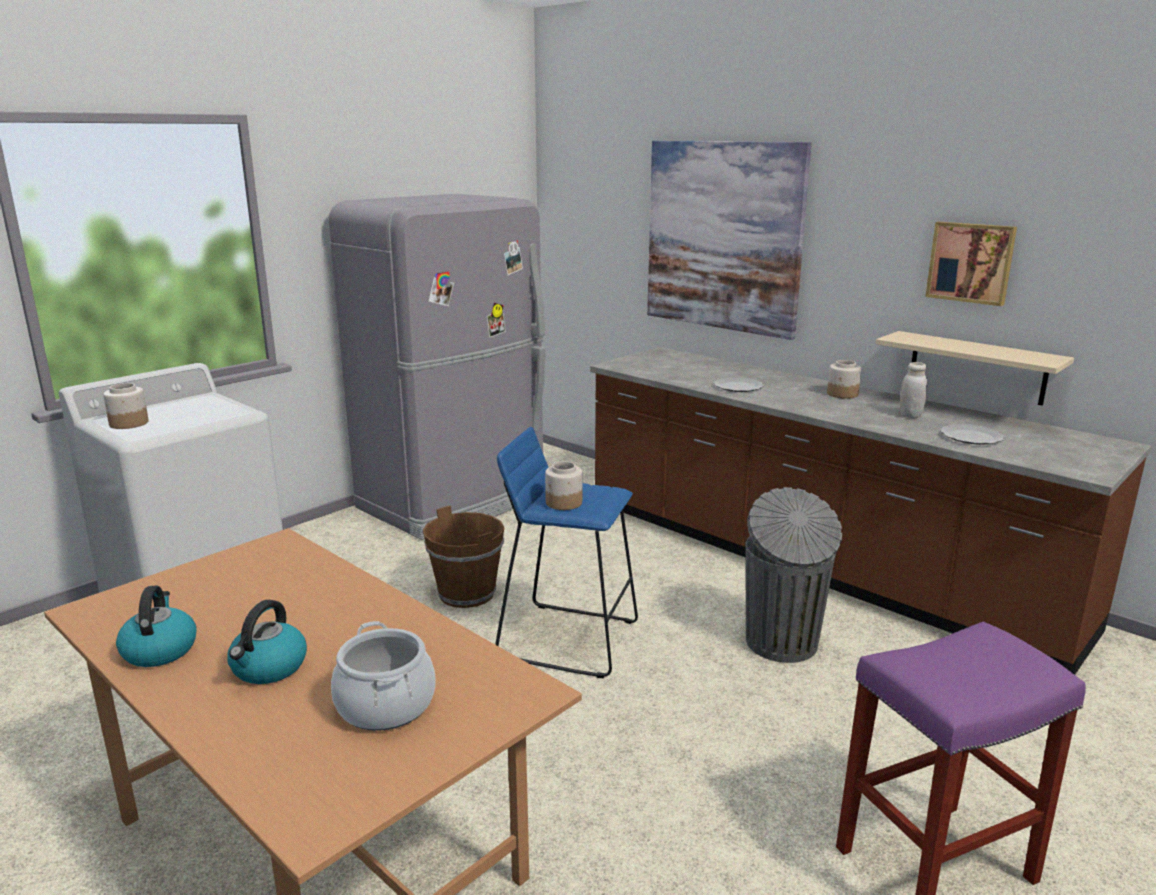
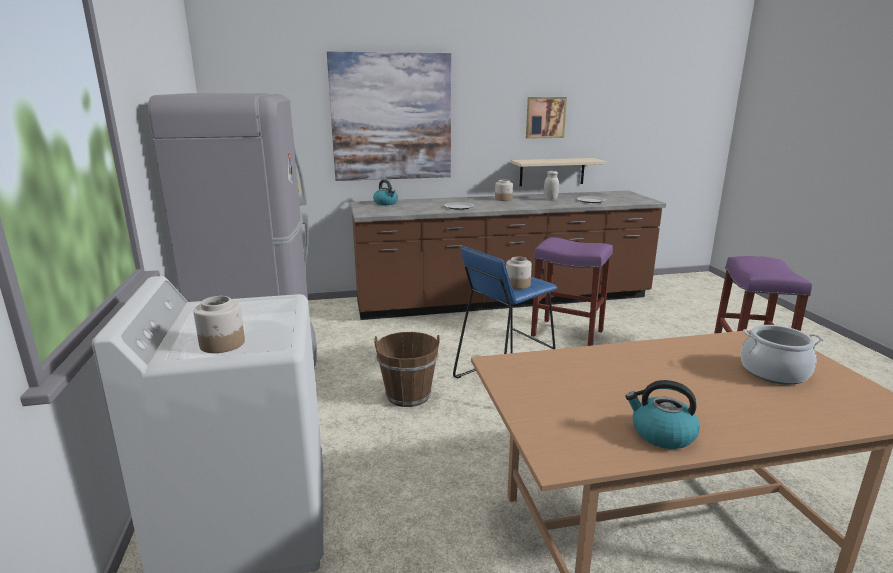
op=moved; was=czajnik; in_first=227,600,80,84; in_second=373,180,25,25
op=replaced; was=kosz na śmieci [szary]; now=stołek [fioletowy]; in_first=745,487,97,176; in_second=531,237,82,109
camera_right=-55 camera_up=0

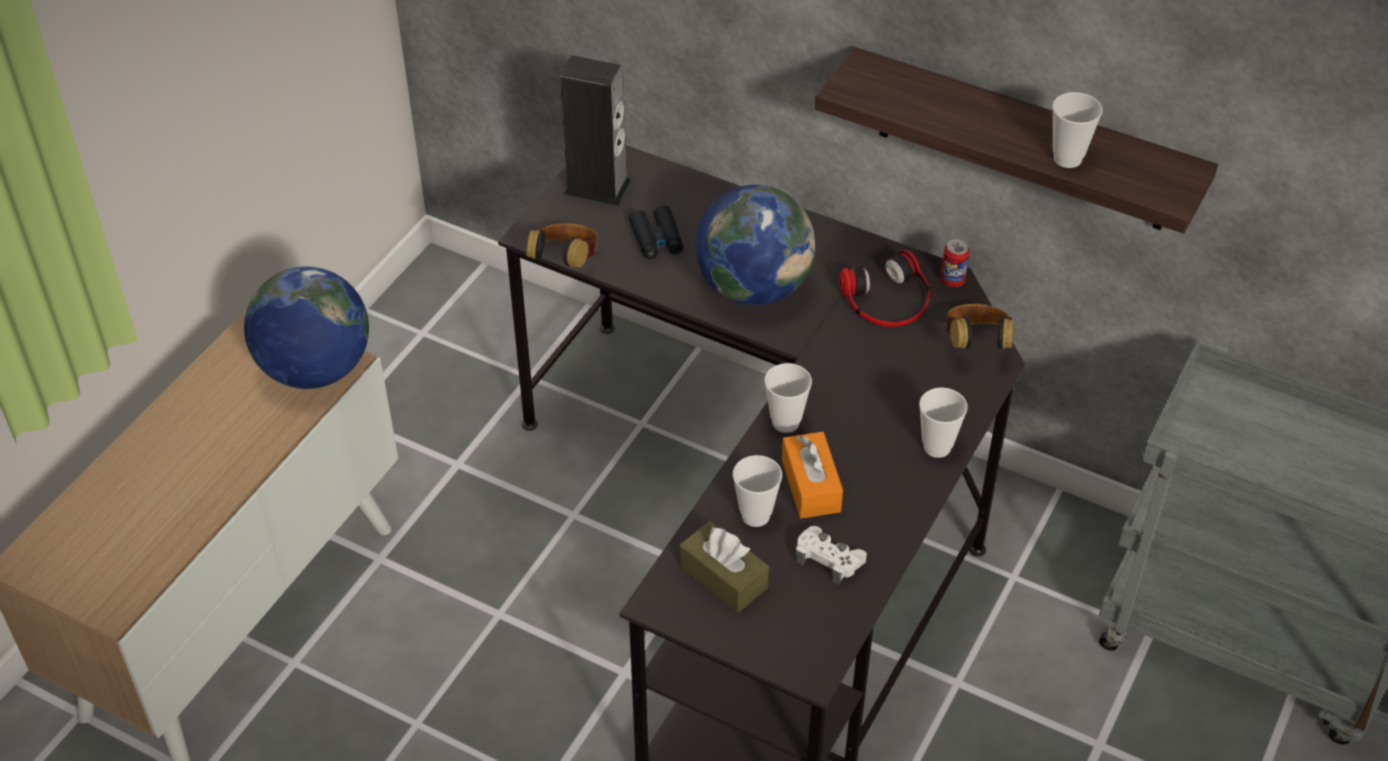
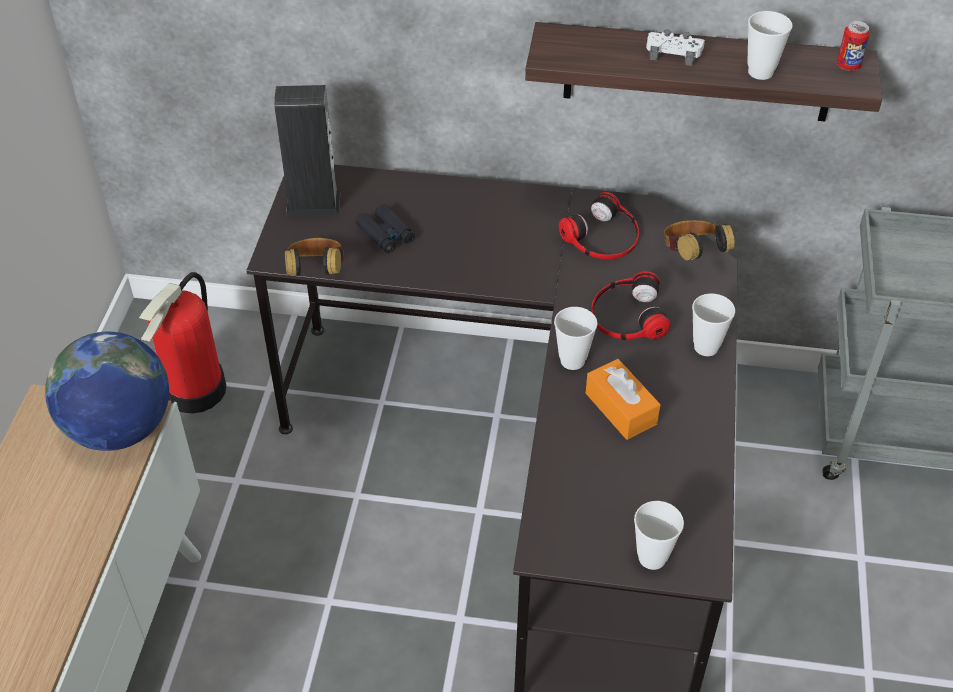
op=removed; was=pudełko chusteczek [brązowy]; in_first=679,521,90,92
op=removed; was=globus; in_first=695,185,120,120
op=added; now=gaśnica; in_second=139,272,87,142
op=added; now=słuchawki; in_second=591,271,80,69
op=moved; was=filiżanka; in_first=733,455,49,72; in_second=634,501,50,69
op=moved; was=pad do gier [biały]; in_first=795,526,72,59; in_second=646,29,59,37
op=moved; was=puszka; in_first=941,239,28,48; in_second=837,21,33,50
camera_right=-20 camera_up=0

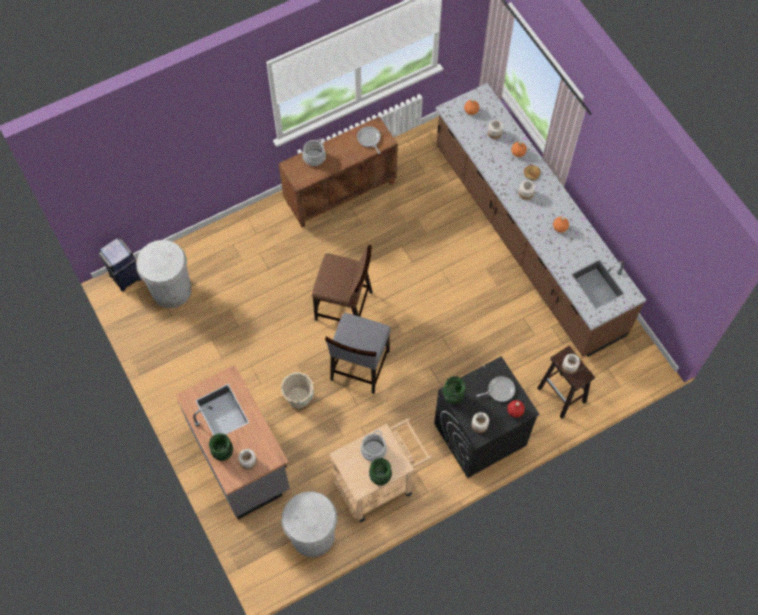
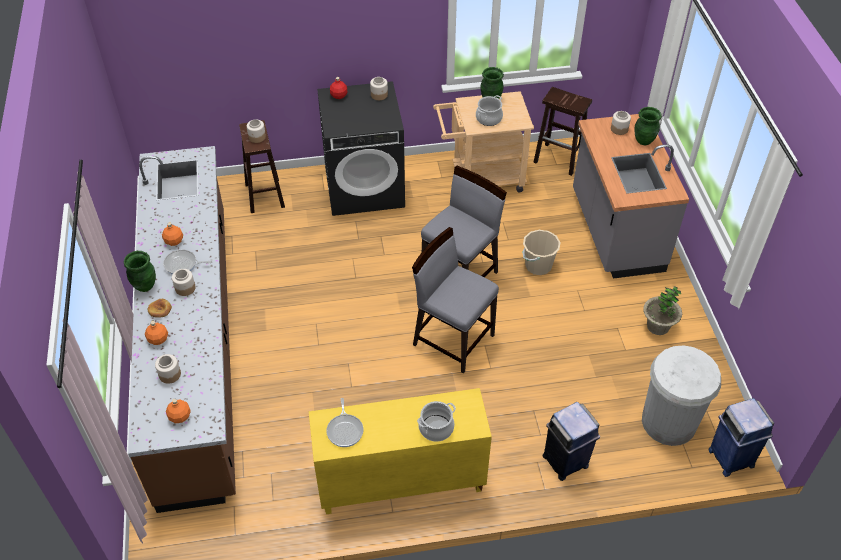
op=added; now=kosz na śmieci [niebieski]; in_second=543,402,57,79
op=added; now=roślina doniczkowa; in_second=643,286,39,49
op=moved; was=wazon [zielony]; in_first=443,376,23,28; in_second=123,251,33,41
op=moved; was=patelnia; in_first=476,376,39,26; in_second=163,250,49,25
op=replaced; was=kosz na śmieci [biały]; now=stołek [brązowy]; in_first=282,492,55,65; in_second=533,87,59,89
op=recoloured; was=szafka [brązowy]; now=szafka [żółty]; in_first=279,117,119,110; in_second=309,388,183,126
op=recoloured; was=krzesło [brązowy]; now=krzesło [szary]; in_first=312,245,61,76; in_second=412,227,87,147
camera_right=-160 camera_up=-15

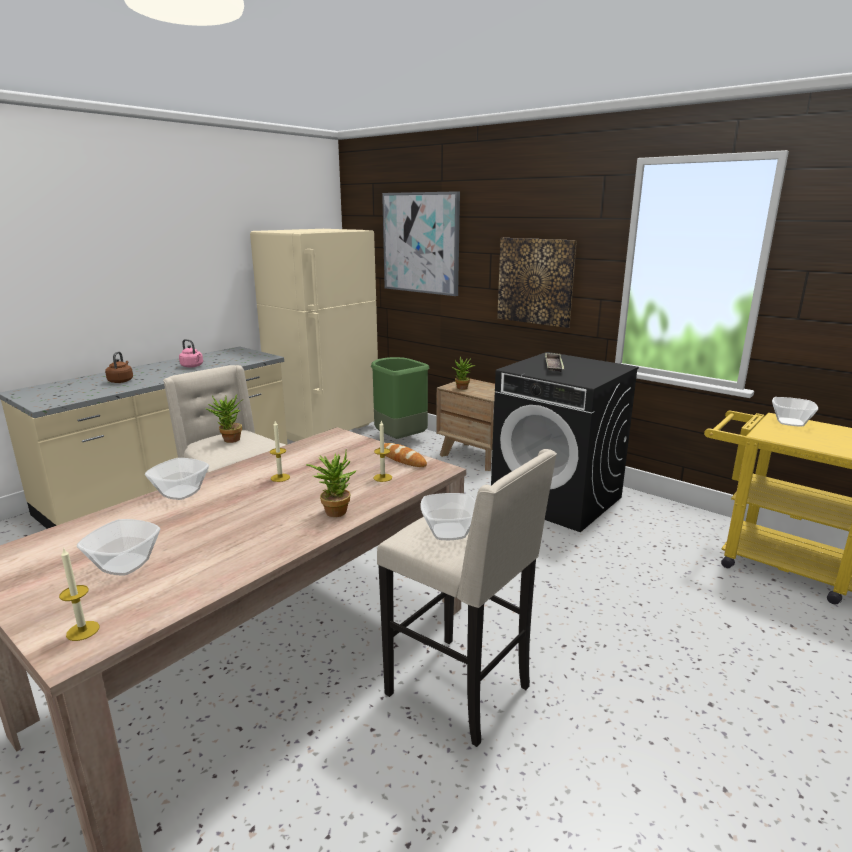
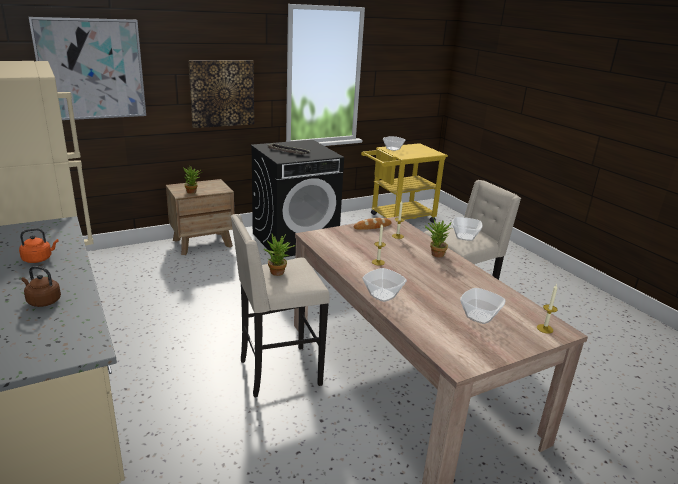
op=removed; was=kosz na śmieci [zielony]; in_first=371,357,59,82
op=recoloured; was=czajnik [różowy]; now=czajnik [pomarańczowy]; in_first=179,339,24,29; in_second=19,228,40,35
camera_right=-70 camera_up=5

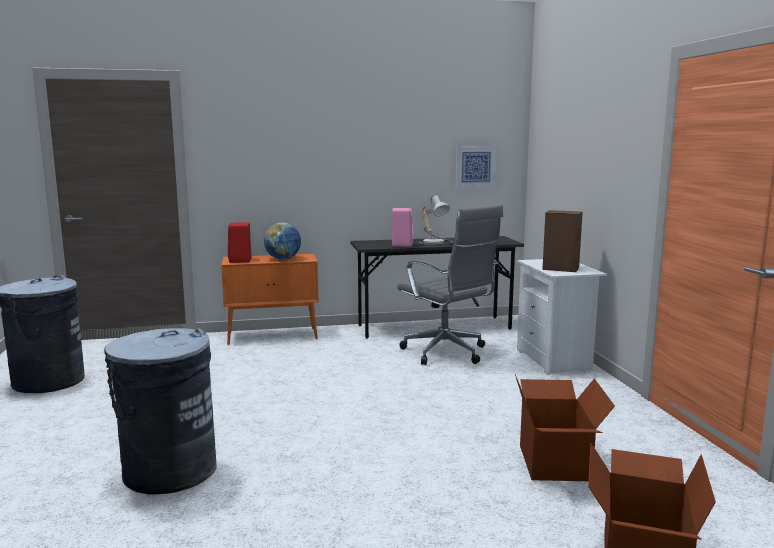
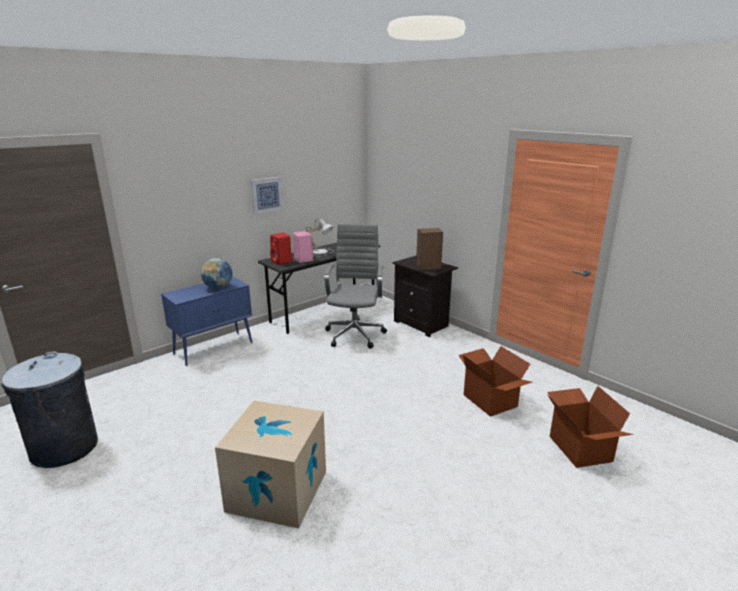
op=moved; was=głośnik [czerwony]; in_first=228,222,24,41; in_second=270,233,22,32
op=moved; was=obraz; in_first=456,146,40,42; in_second=250,177,34,38
op=replaced; was=kosz na śmieci [szary]; now=karton; in_first=104,328,113,166; in_second=215,401,111,127
op=recoloured; was=szafka [pomarańczowy]; now=szafka [niebieski]; in_first=221,254,97,91; in_second=161,276,92,90
op=recoloured; was=szafka nocna [biały]; now=szafka nocna [czarny]; in_first=517,259,90,116; in_second=392,255,66,82
op=turned; was=krzesło biurowe [szary]; in_first=397,205,106,160; in_second=324,224,63,125; clockwise=-105
camera_right=-30 camera_up=10

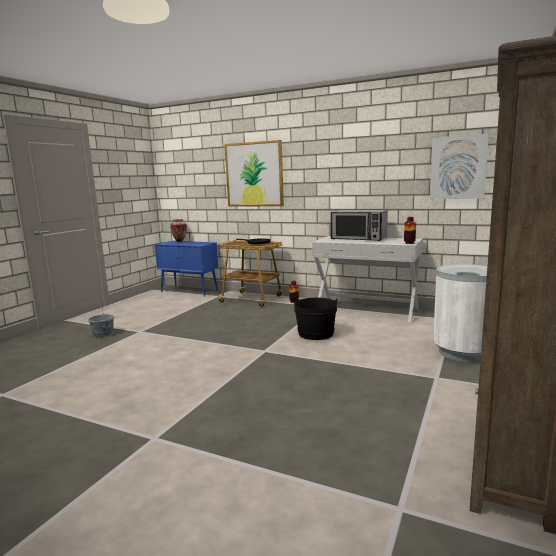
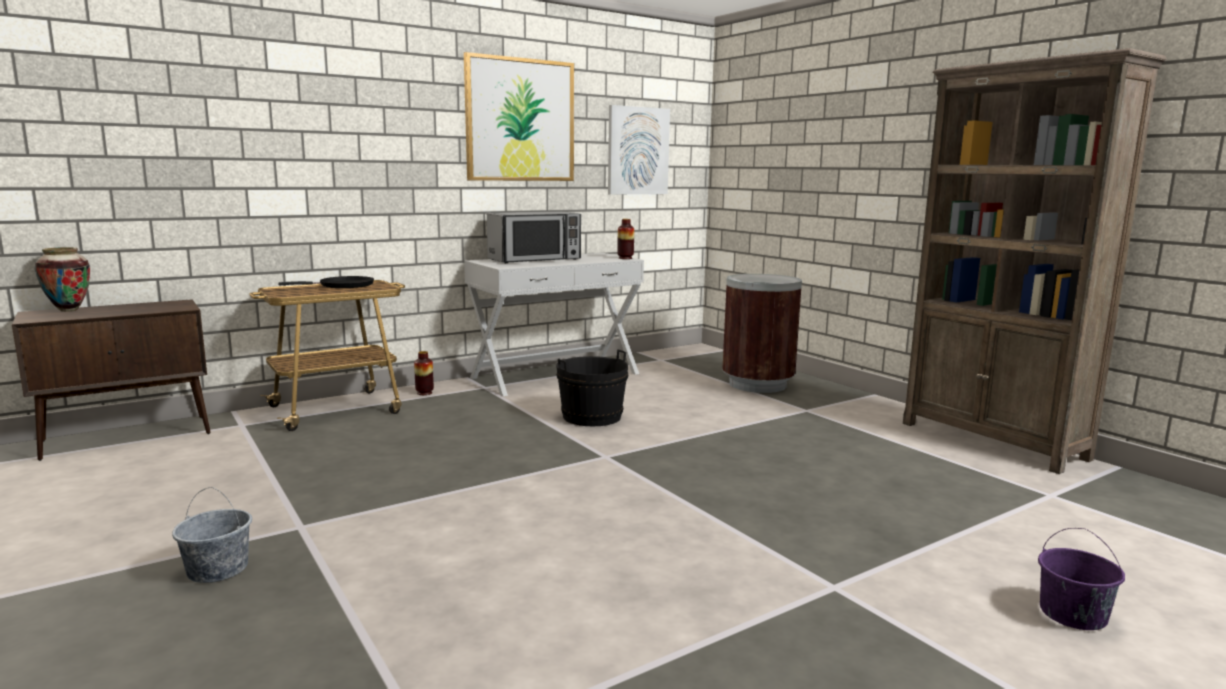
op=added; now=wiadro [fioletowy]; in_second=1038,528,87,102
op=moved; was=obraz; in_first=225,140,59,67; in_second=464,52,110,129
op=recoloured; was=szafka [niebieski]; now=szafka [brązowy]; in_first=155,241,63,55; in_second=12,299,199,162
op=recoloured; was=kosz na śmieci [biały]; now=kosz na śmieci [brązowy]; in_first=433,264,54,98; in_second=722,274,80,119
camera_right=-60 camera_up=0

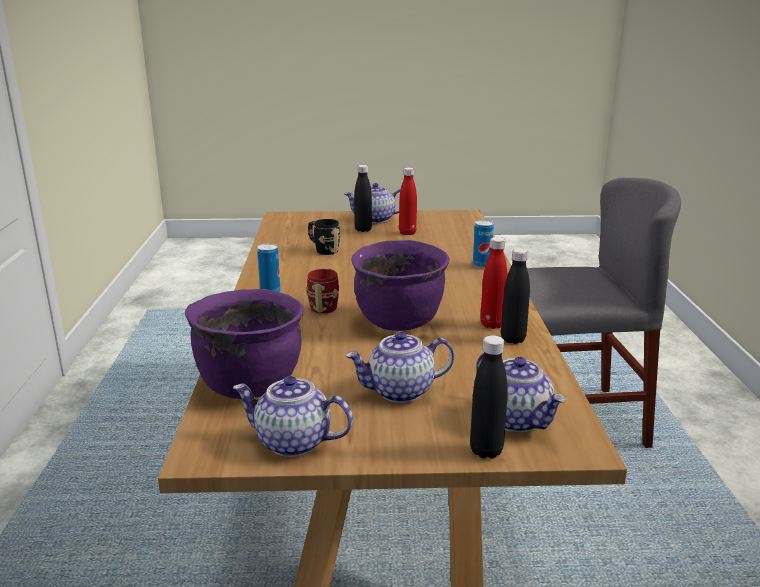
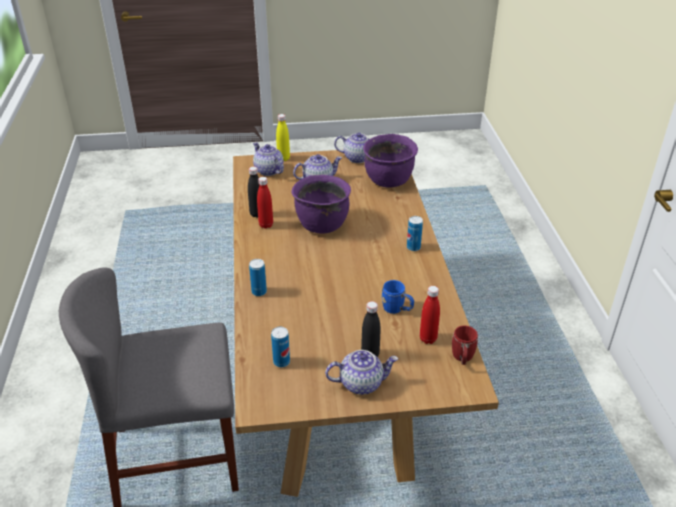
op=added; now=puszka; in_second=271,327,19,40
op=moved; was=kubek [czerwony]; in_first=306,269,33,45; in_second=451,326,27,39
op=moved; was=butelka [czerwony]; in_first=399,167,18,68; in_second=420,286,20,58
op=recoloured; was=kubek [czarny]; now=kubek [niebieski]; in_first=308,219,32,36; in_second=382,280,32,34
op=recoloured; was=butelka [czarny]; now=butelka [żółty]; in_first=470,335,38,124; in_second=276,114,14,47
camera_right=175 camera_up=15

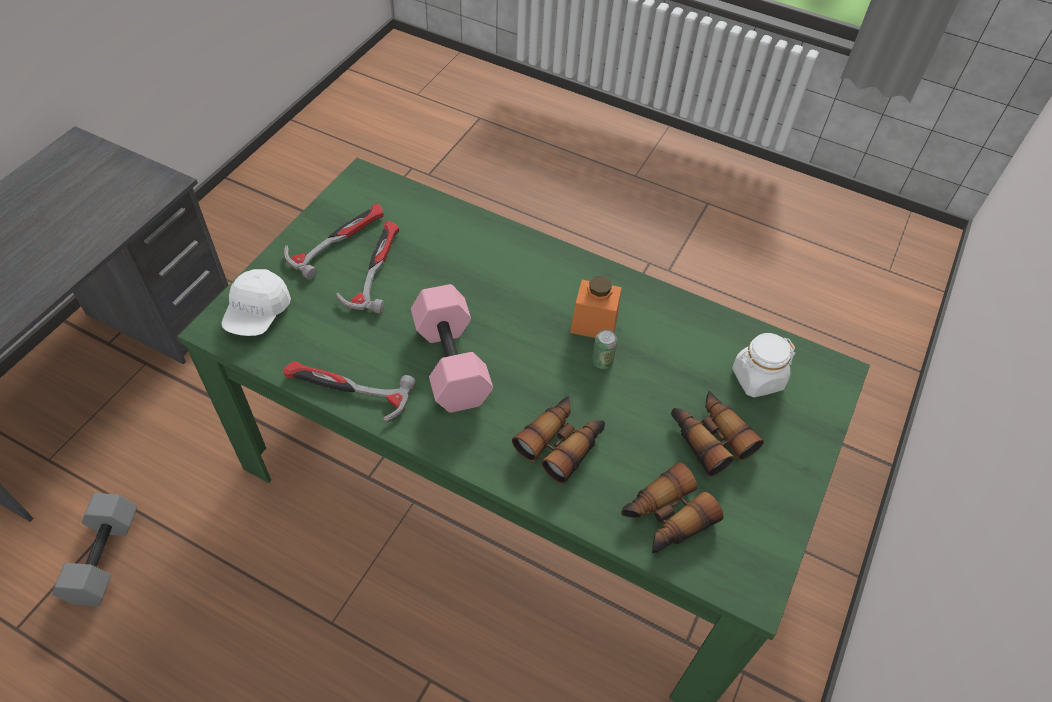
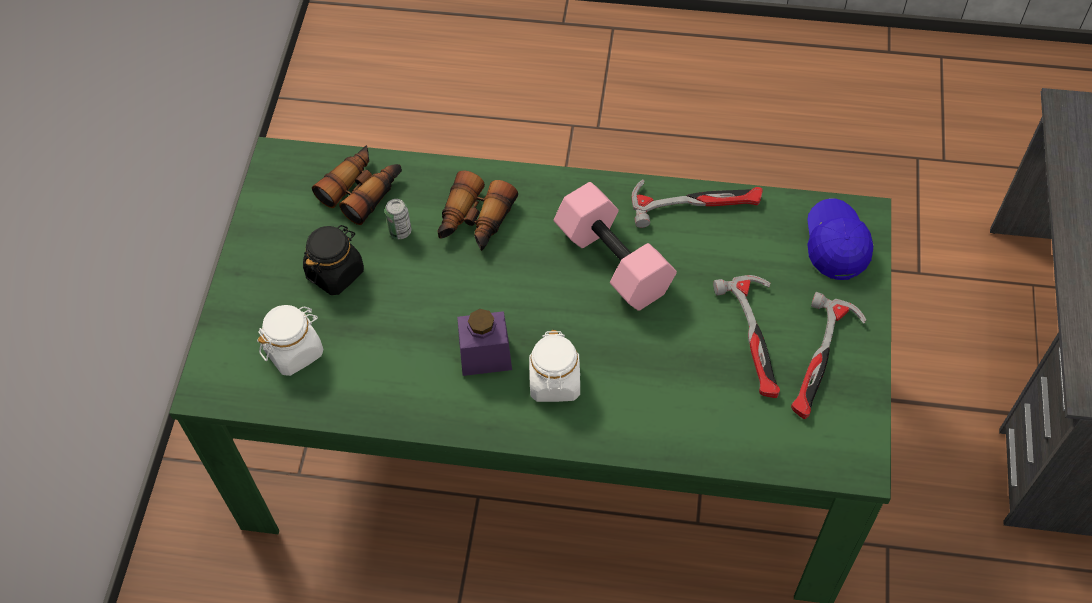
op=removed; was=hantel [szary]; in_first=52,493,85,113
op=added; now=słoik [biały]; in_second=529,330,51,72
op=moved; was=puszka; in_first=592,330,25,39; in_second=385,199,27,40
op=replaced; was=lornetka; now=słoik [czarny]; in_first=671,391,93,86; in_second=303,225,61,70
op=recoloured; was=czapka z daszkiem [biały]; now=czapka z daszkiem [niebieski]; in_first=221,269,70,67; in_second=807,198,66,82
op=recoloured; was=słoik [pomarańczowy]; now=słoik [fioletowy]; in_first=570,276,52,62; in_second=457,309,55,67
camera_right=165 camera_up=5

